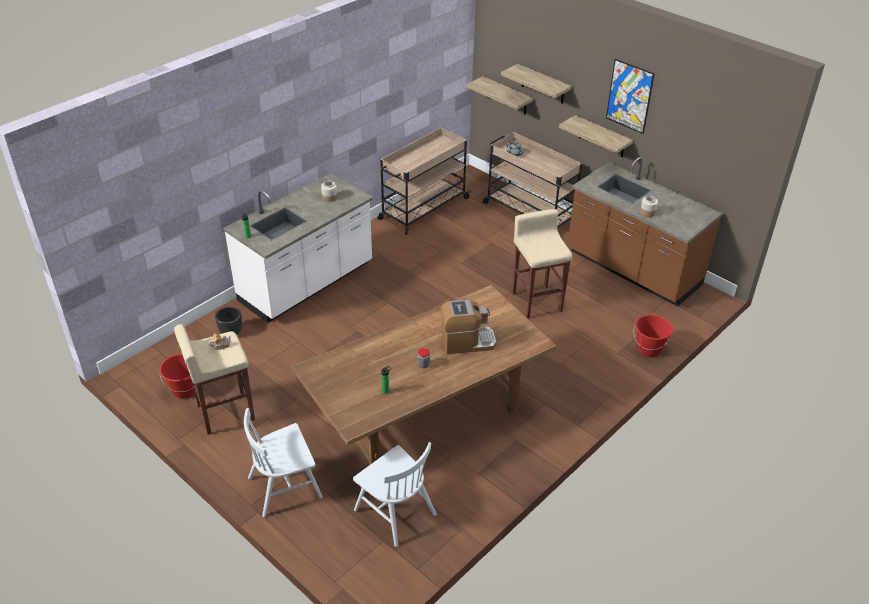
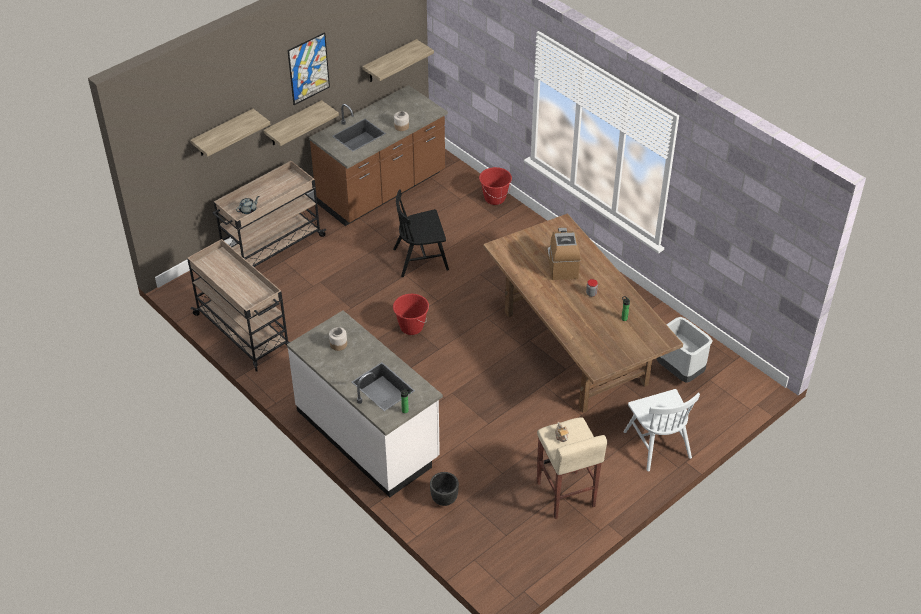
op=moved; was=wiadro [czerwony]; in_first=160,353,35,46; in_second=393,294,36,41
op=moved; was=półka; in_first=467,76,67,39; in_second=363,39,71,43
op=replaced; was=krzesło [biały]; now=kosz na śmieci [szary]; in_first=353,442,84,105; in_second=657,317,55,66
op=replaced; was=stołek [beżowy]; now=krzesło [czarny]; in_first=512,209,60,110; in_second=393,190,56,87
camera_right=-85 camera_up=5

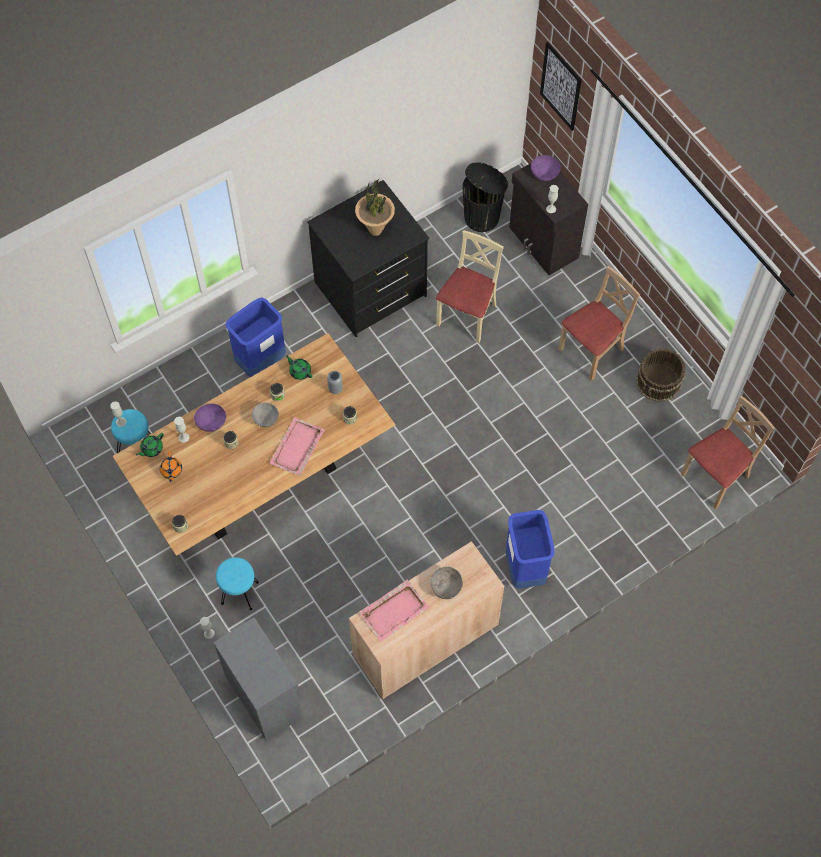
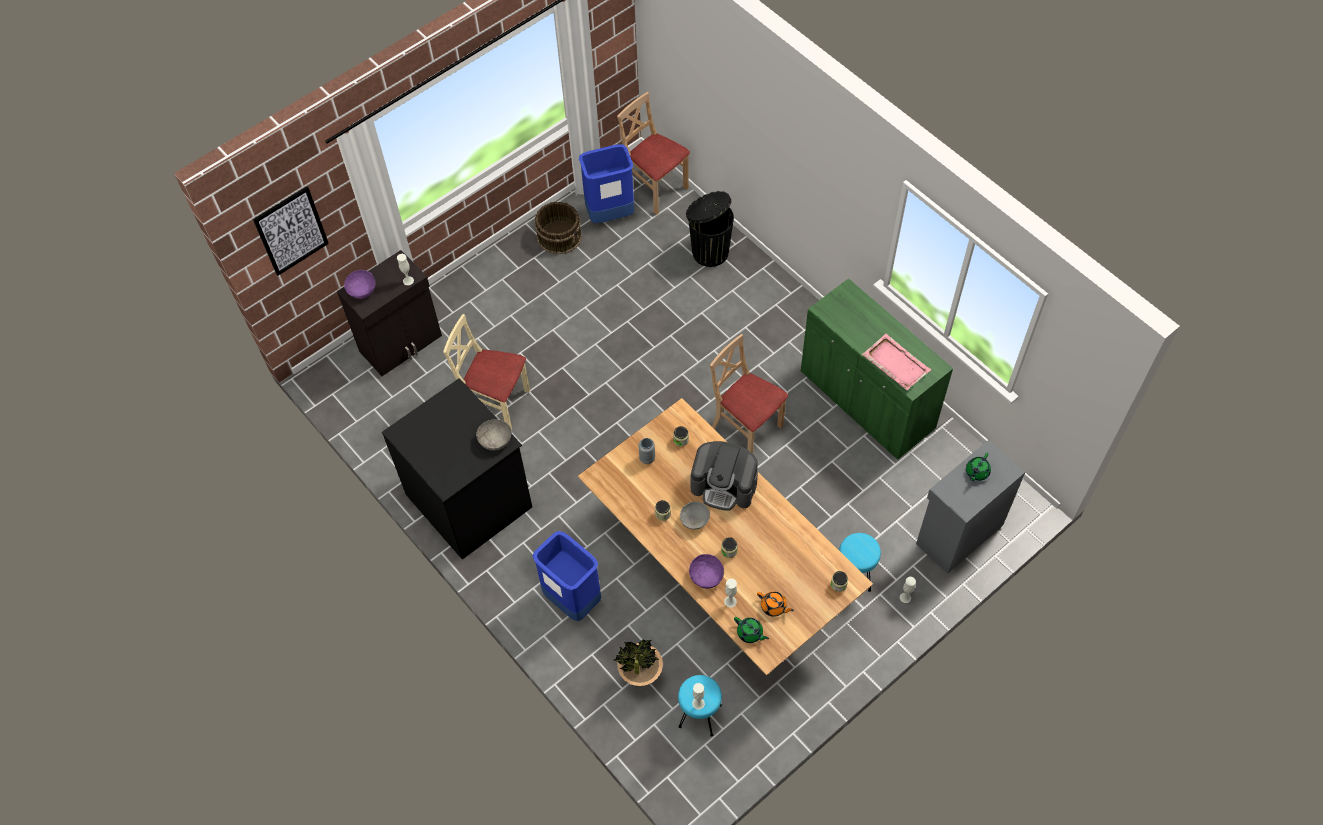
op=moved; was=imbryk [zielony]; in_first=286,355,26,25; in_second=966,453,25,28
op=moved; was=roślina doniczkowa; in_first=355,178,40,58; in_second=613,640,50,46
op=moved; was=miska [szary]; in_first=431,566,32,33; in_second=476,419,36,32
op=moved; was=kosz na śmieci [czarny]; in_first=462,162,46,70; in_second=686,191,48,76
op=moved; was=kosz na śmieci [niebieski]; in_first=506,510,49,79; in_second=579,144,55,79
op=moved; was=krzesło [beżowy]; in_first=558,266,82,115; in_second=710,334,78,120
op=replaced; was=taca [różowy]; now=ekspres do kawy; in_first=269,417,56,59; in_second=691,441,67,70
op=recoloured; was=szafka [beżowy]; now=szafka [zielony]; in_first=349,541,156,158; in_second=801,278,152,182
op=turned; was=imbryk [pomarańczowy]; in_first=160,451,22,31; in_second=757,591,37,26; clockwise=45
camera_right=-95 camera_up=-5

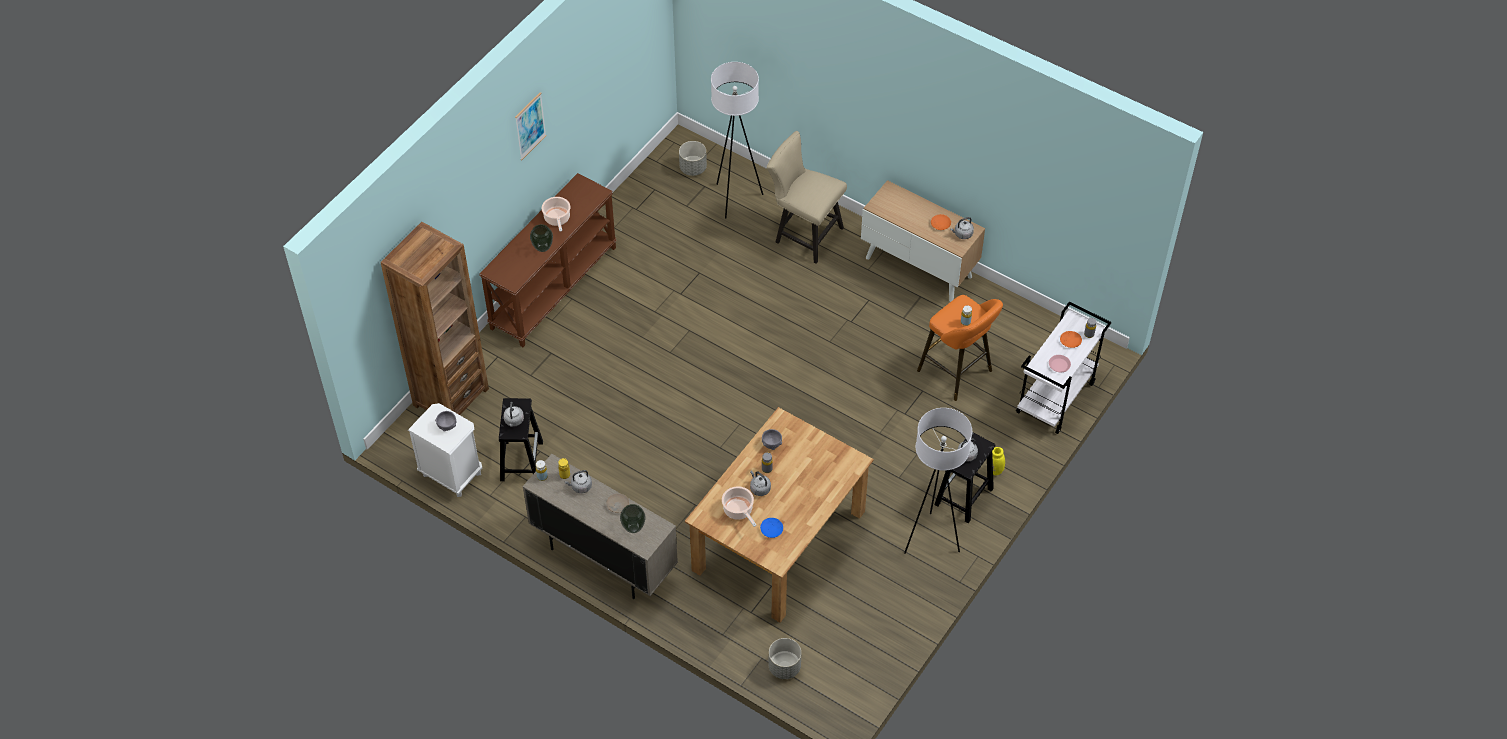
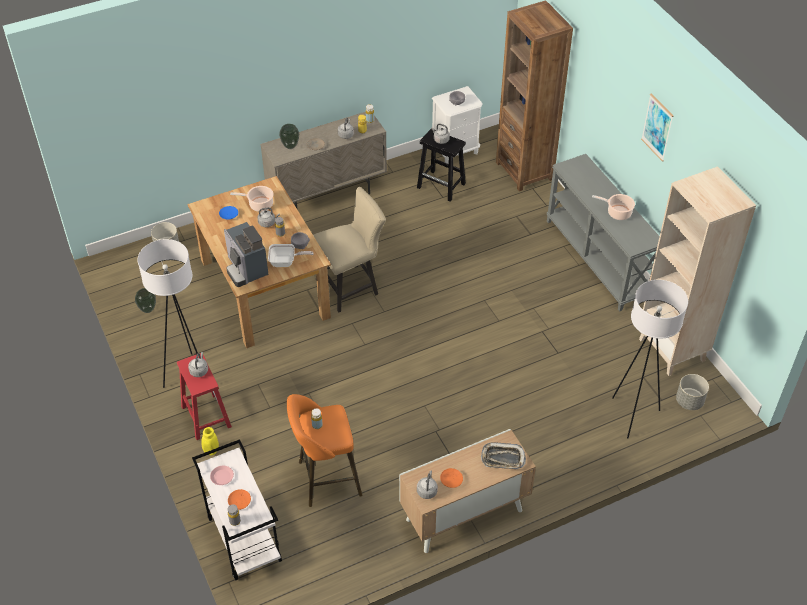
op=added; now=ekspres do kawy; in_second=224,222,45,65
op=added; now=patelnia; in_second=268,244,46,23
op=added; now=taca; in_second=481,442,45,27
op=added; now=regał [beżowy]; in_second=639,166,117,210
op=moved; was=wazon; in_first=530,224,23,28; in_second=135,288,21,25
op=moved; was=krzesło [beżowy]; in_first=767,131,80,133; in_second=313,187,73,126
op=recoloured; was=stolik konsolowy [brązowy]; now=stolik konsolowy [szary]; in_first=479,173,138,174; in_second=547,154,113,157
op=recoloured; was=stołek [czarny]; now=stołek [czerwony]; in_first=934,432,61,91; in_second=177,353,55,87
camera_right=120 camera_up=-5

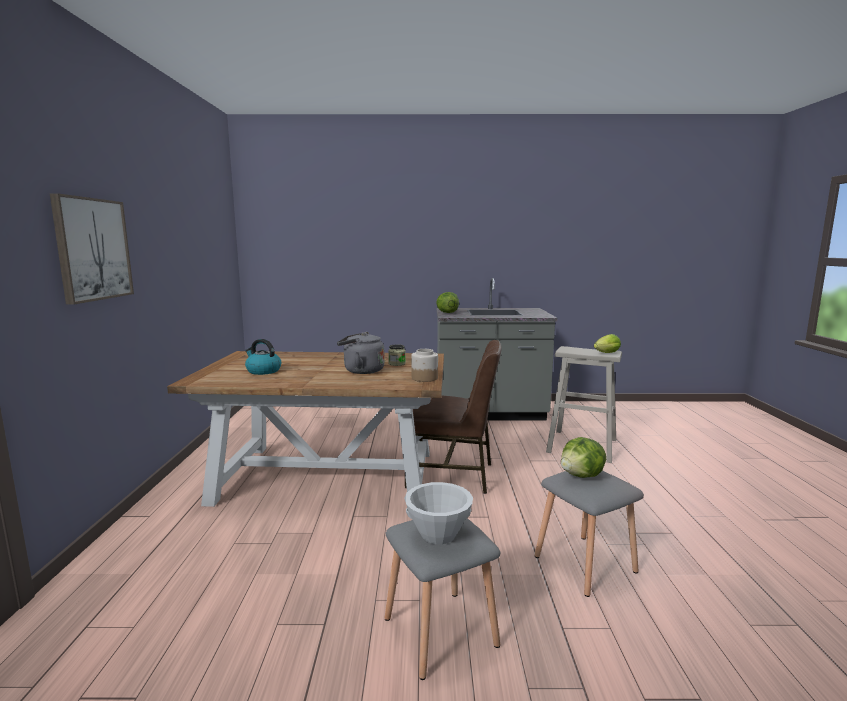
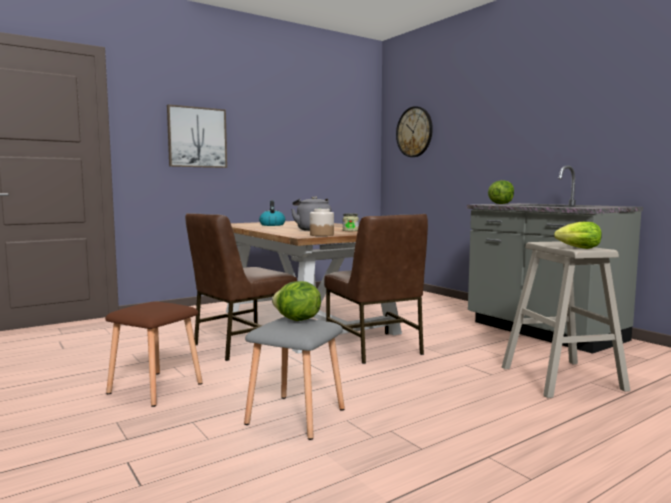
op=removed; was=miska [biały]; in_first=404,482,69,62
op=added; now=krzesło [brązowy]; in_second=185,213,112,148
op=added; now=zegar ścienny; in_second=396,106,37,51
op=recoloured; was=stołek [szary]; now=stołek [brązowy]; in_first=384,518,116,162; in_second=105,301,98,106
camera_right=55 camera_up=-5

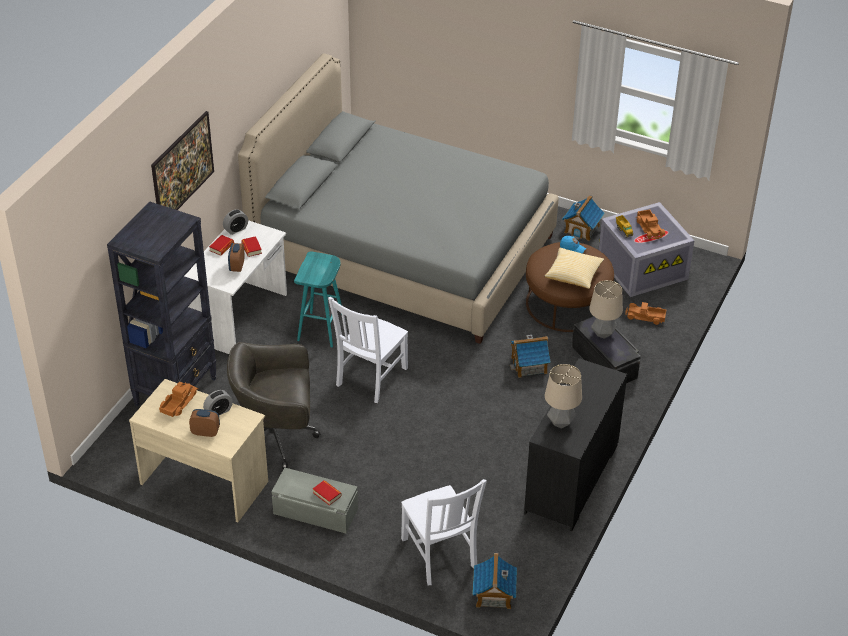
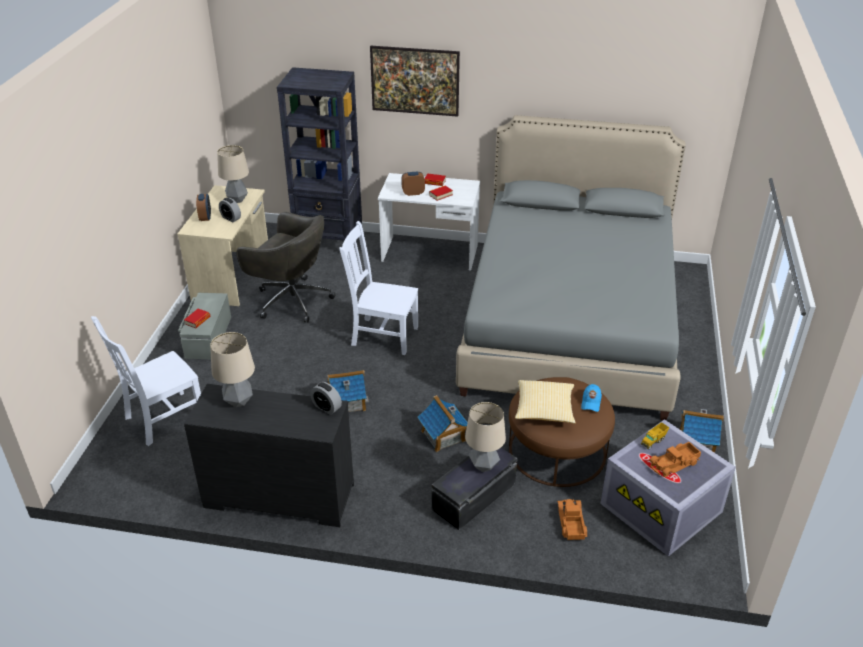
op=removed; was=stołek [turkusowy]; in_first=294,251,48,96
op=moved; was=budzik; in_first=223,209,25,26; in_second=310,382,32,33
op=moved; was=domek; in_first=472,553,45,56; in_second=327,370,42,42
op=replaced; was=ciężarówka zabawkowa; now=lampa stołowa; in_first=159,382,40,35; in_second=217,145,32,58
op=turned; was=krzesło biurowe [szary]; in_first=227,342,93,127; in_second=236,212,100,110; clockwise=135
camera_right=75 camera_up=-5

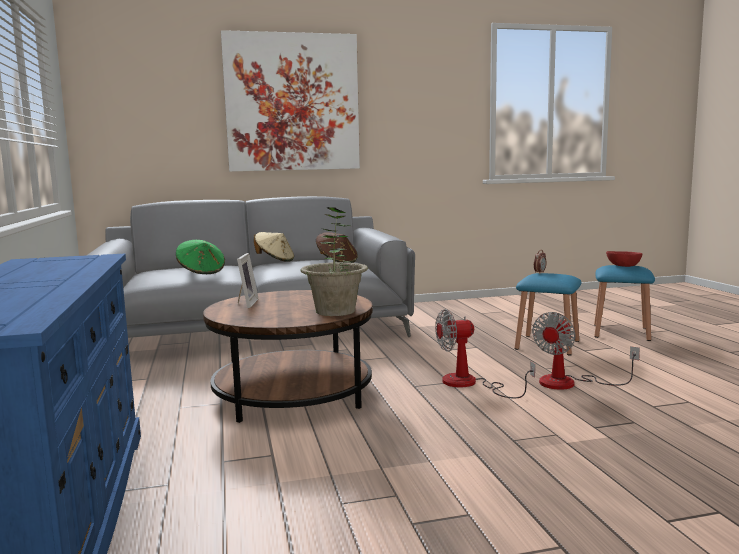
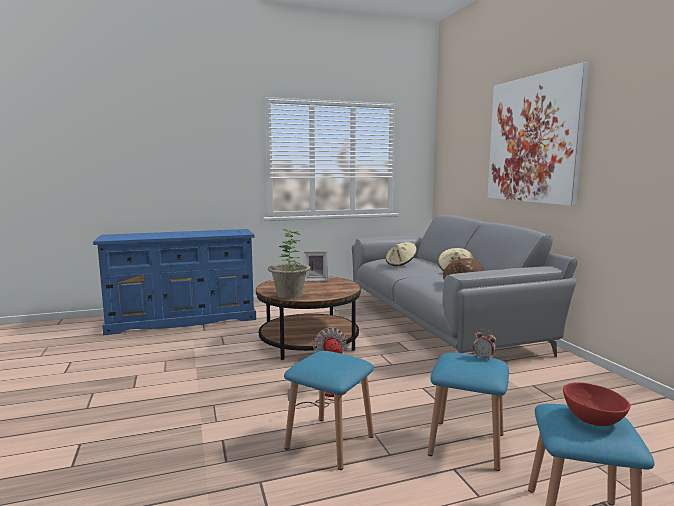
op=replaced; was=wentylator; now=stołek [niebieski]; in_first=532,312,108,78; in_second=284,351,90,119
op=recoloured; was=kapelusz [zielony]; now=kapelusz [beżowy]; in_first=176,240,49,34; in_second=386,242,31,24
camera_right=85 camera_up=0

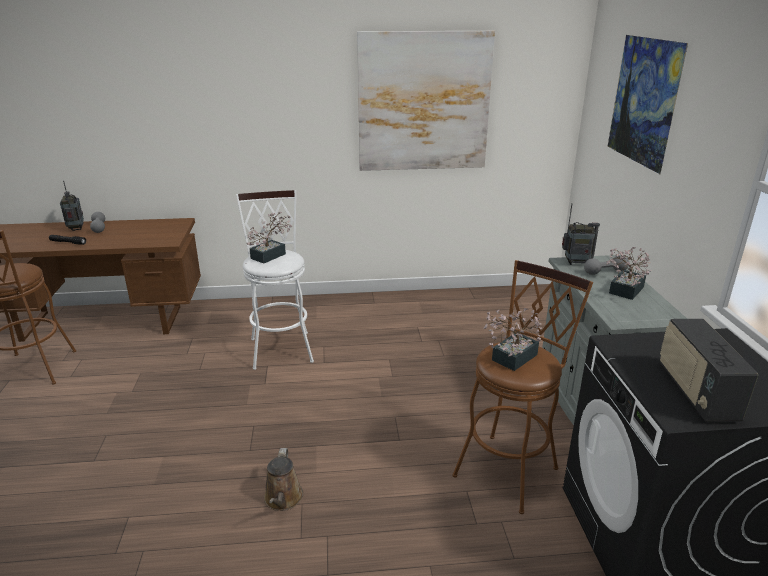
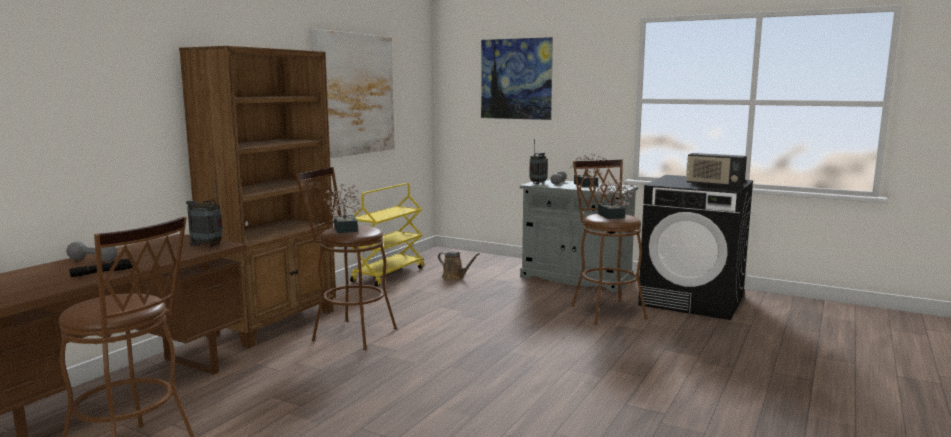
op=added; now=regał [brązowy]; in_second=179,46,157,302
op=added; now=wózek [żółty]; in_second=350,183,74,104
op=moved; was=radio; in_first=60,181,24,50; in_second=186,179,37,68
op=moved; was=konewka [brązowy]; in_first=264,448,39,63; in_second=438,251,42,29
op=recoloured; was=stołek [biały]; now=stołek [brązowy]; in_first=236,190,78,180; in_second=295,167,102,183
camera_right=-55 camera_up=-15

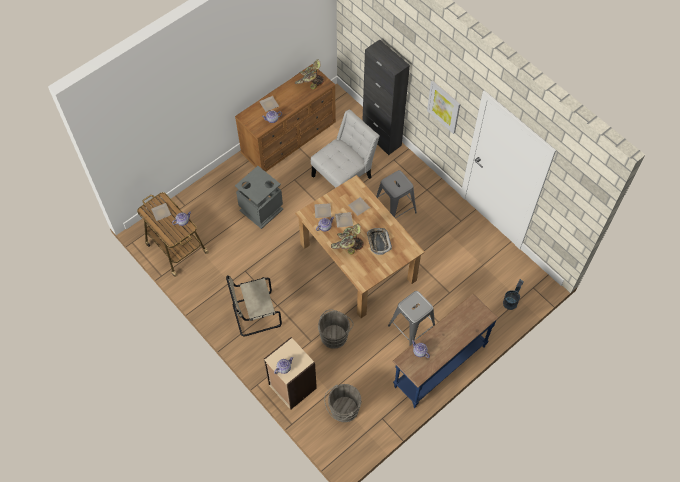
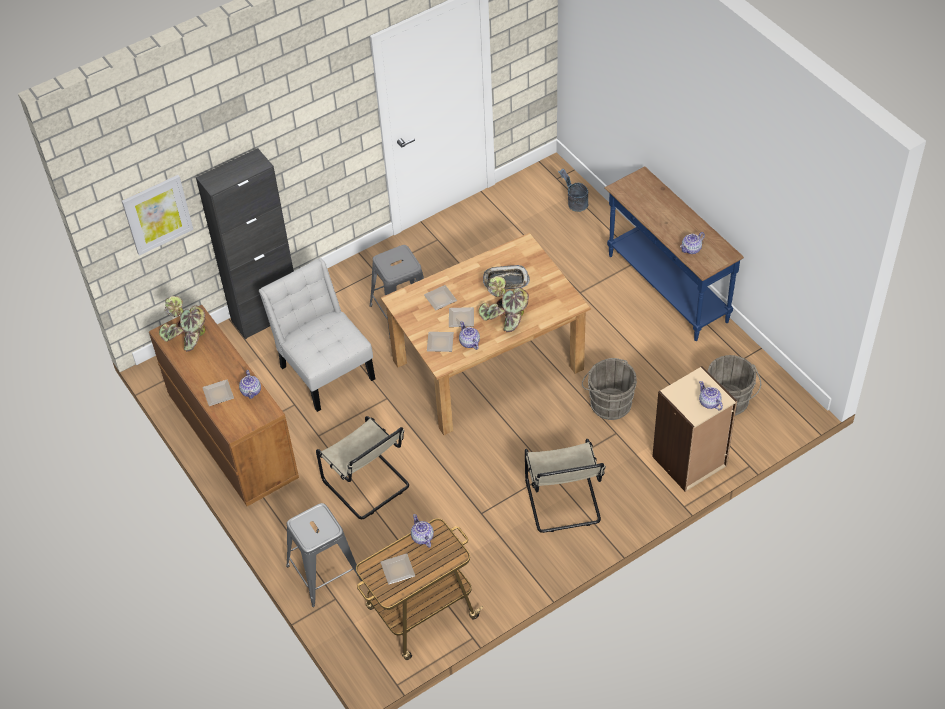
op=moved; was=stołek [szary]; in_first=388,291,47,55; in_second=286,503,76,104
op=moved; was=obraz; in_first=427,80,33,54; in_second=122,175,71,81
op=replaced; was=kosz na śmieci [szary]; now=krzesło [beżowy]; in_first=235,166,48,63; in_second=316,416,93,103
camera_right=-80 camera_up=-10

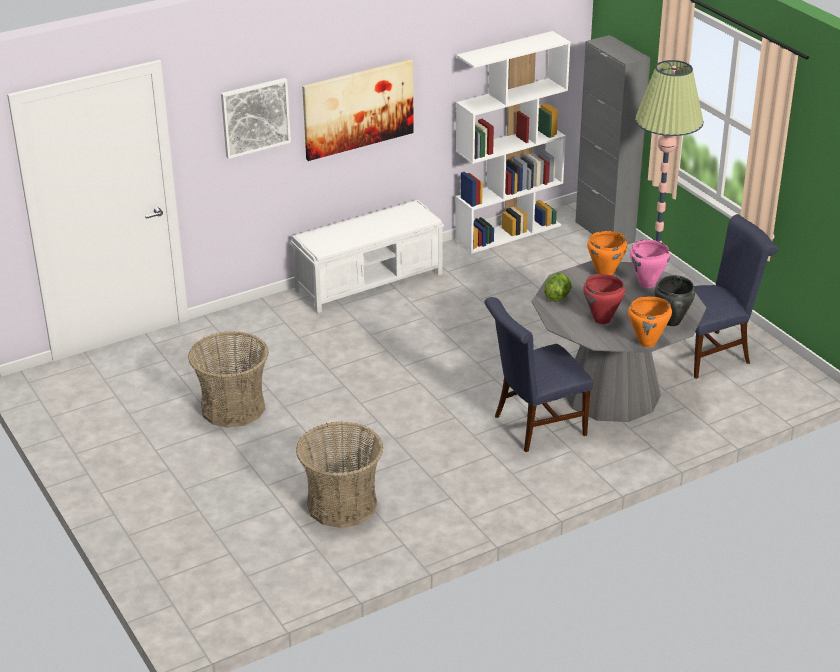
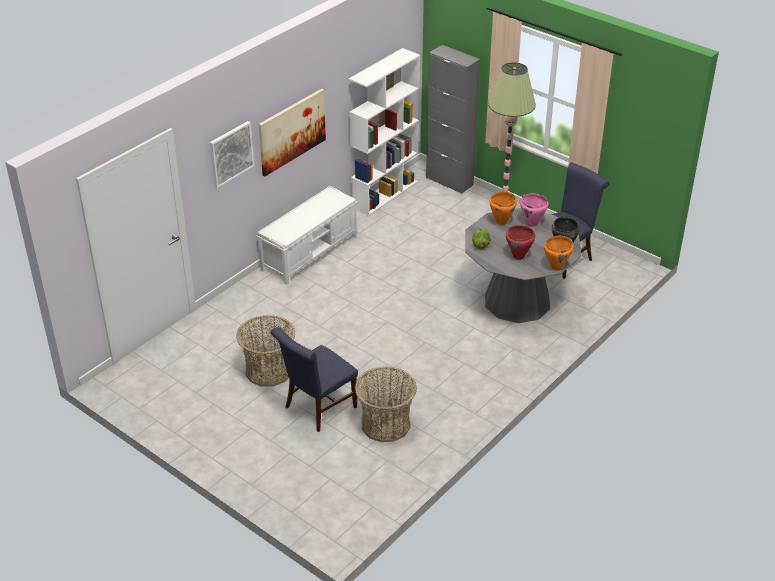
op=moved; was=krzesło [niebieski]; in_first=484,297,109,155; in_second=270,327,88,105
camera_right=-20 camera_up=5

